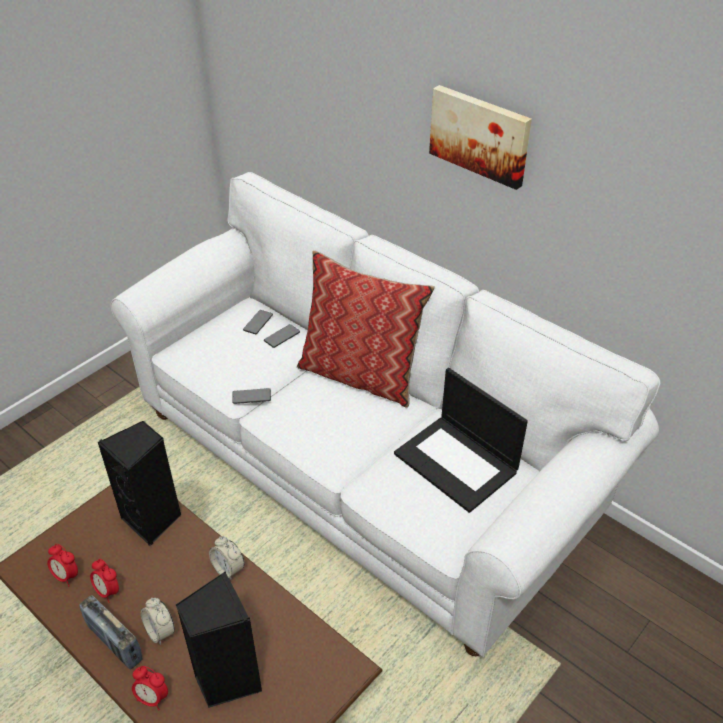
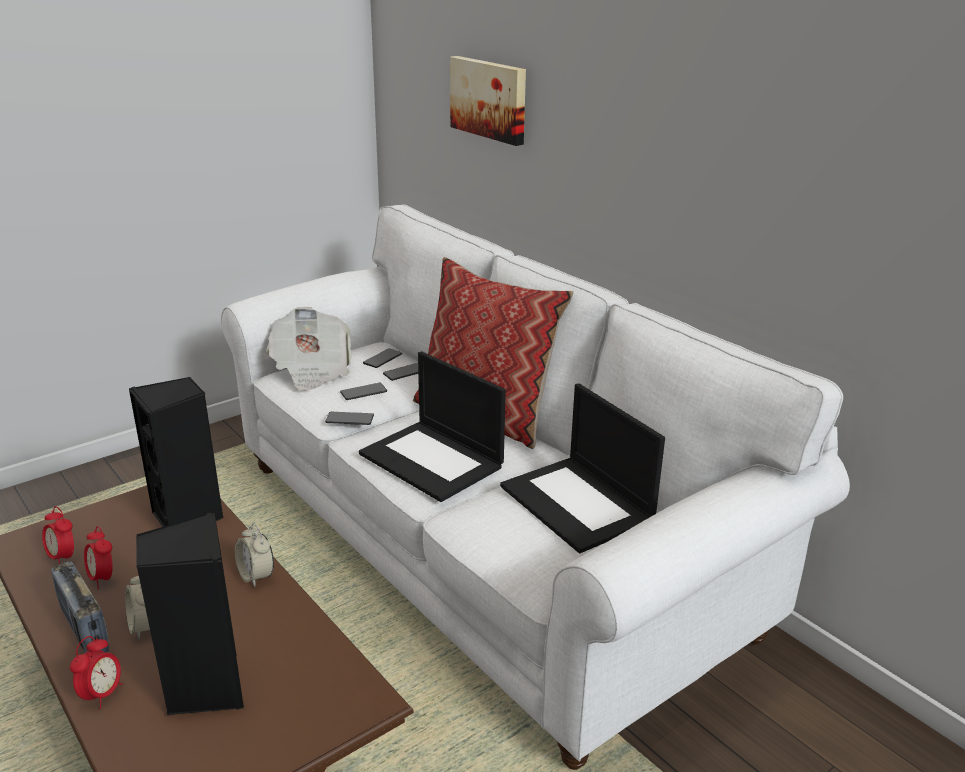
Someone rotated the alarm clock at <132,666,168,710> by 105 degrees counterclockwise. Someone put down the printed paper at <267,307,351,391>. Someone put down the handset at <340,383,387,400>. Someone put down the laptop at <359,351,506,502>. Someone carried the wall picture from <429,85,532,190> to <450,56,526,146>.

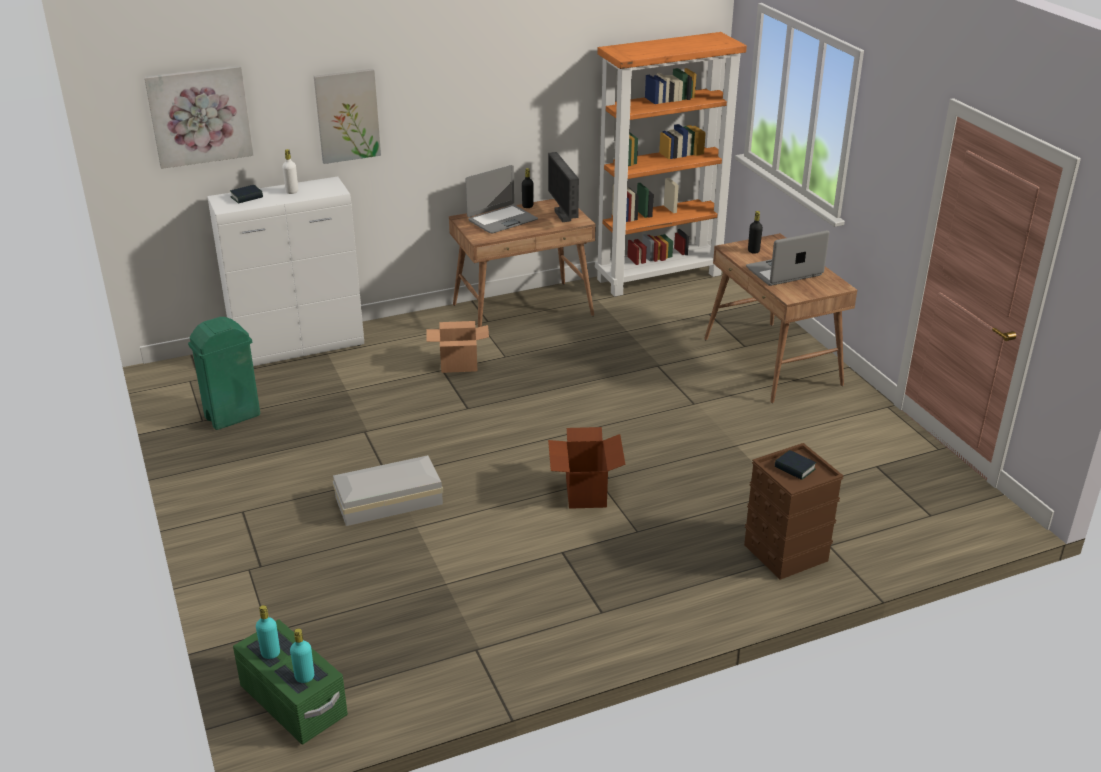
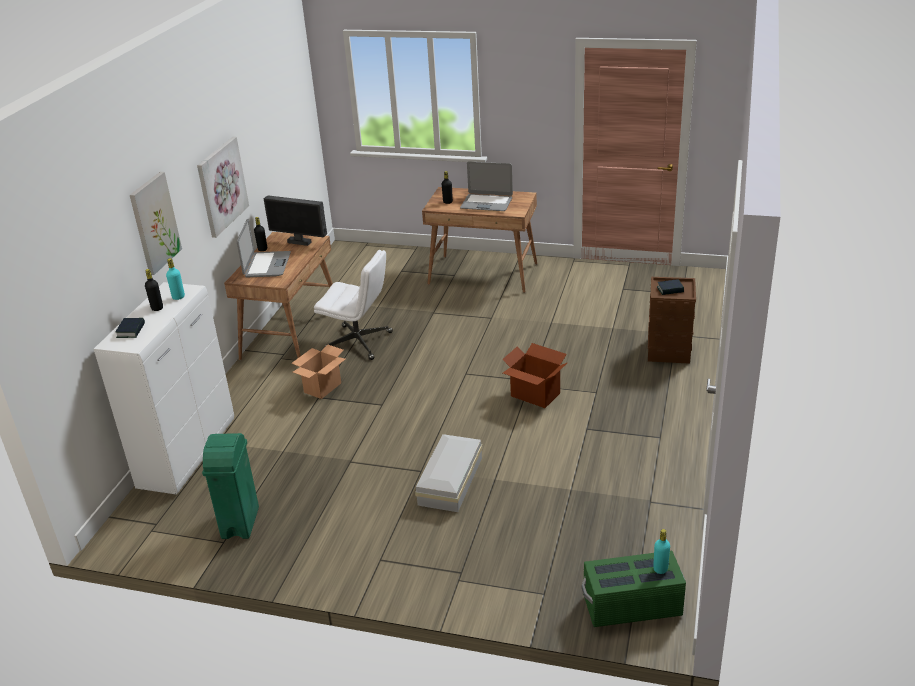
Someone repainted the beverage bottle (white) at <282,149,298,194>, which became the beverage bottle (black) at <145,269,163,311>. Someone carried the beverage bottle (turquoise) from <256,605,280,659> to <166,258,185,300>. Someone carried the wall picture from <144,66,254,169> to <197,137,249,238>. Someone put down the office chair (white) at <314,250,393,360>. Someone rotated the laptop at <746,230,829,286> by 90 degrees counterclockwise. Someone took away the bookshelf (orange) at <595,32,747,297>.

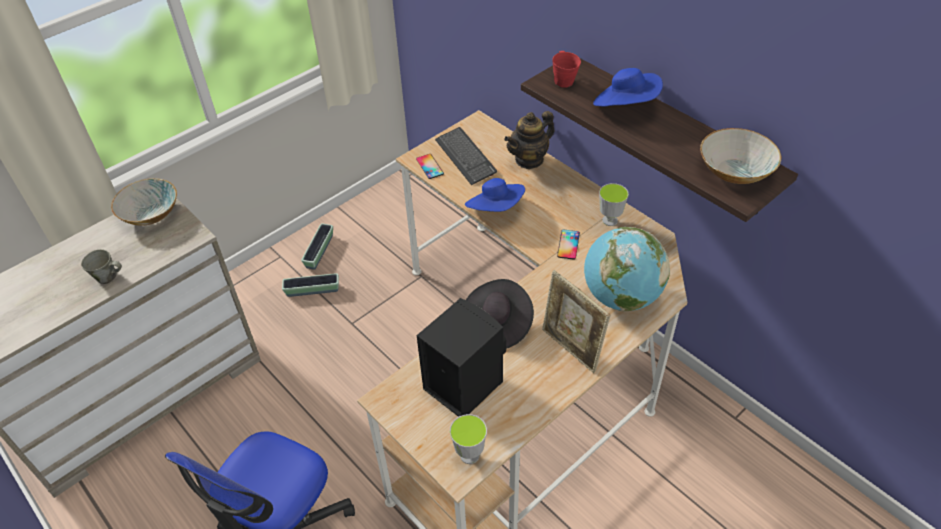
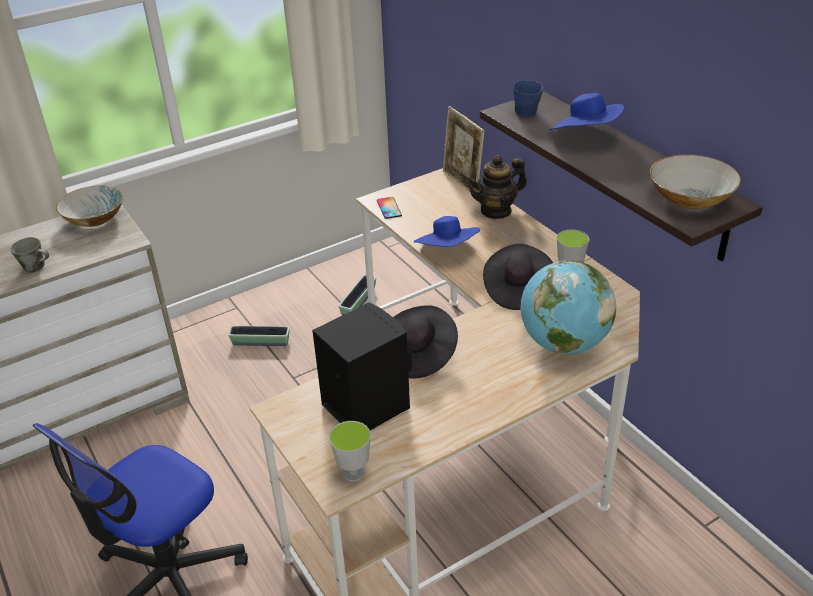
Someone carried the plant pot from <301,223,333,270> to <339,275,376,315>. Someone carried the photo frame from <542,270,610,373> to <443,106,485,192>. Someone swapped the handset at <557,229,580,260> for the hat (black) at <483,244,553,310>. Someone repainted the tea mug (red) at <552,51,581,88>, which became the tea mug (blue) at <513,80,543,117>. Someone took away the keyboard at <435,127,497,185>.

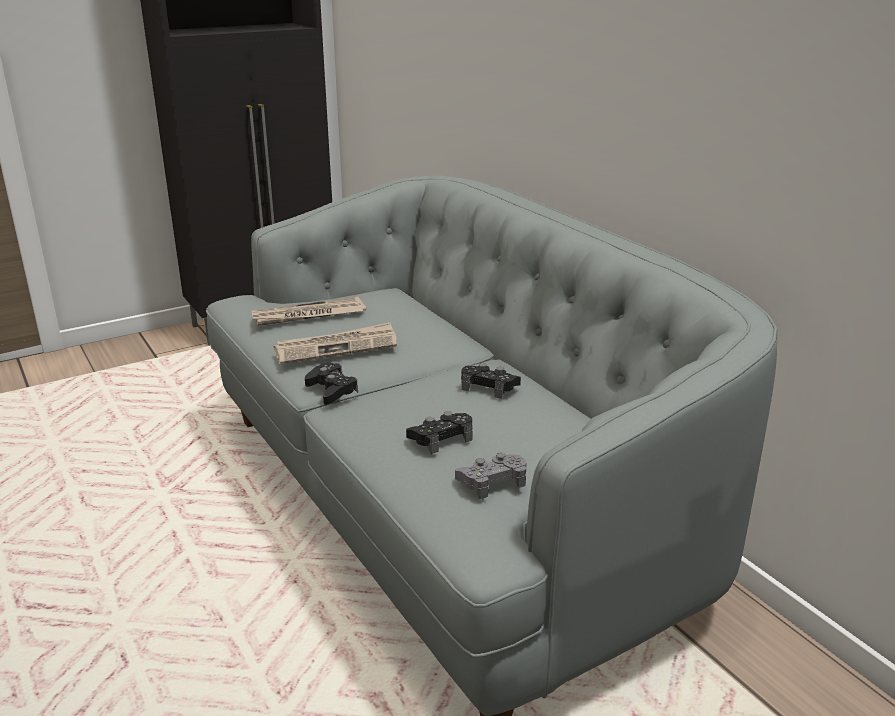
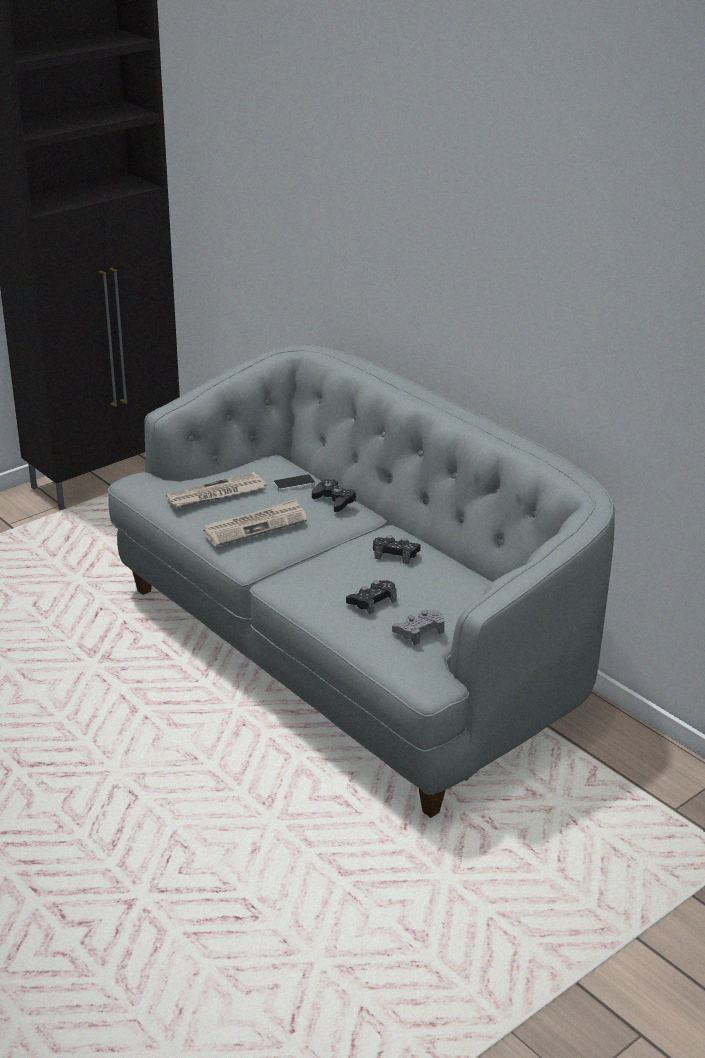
Someone put down the handset at <273,474,315,491>. Someone carried the game controller (black) from <305,363,358,405> to <312,479,356,512>.

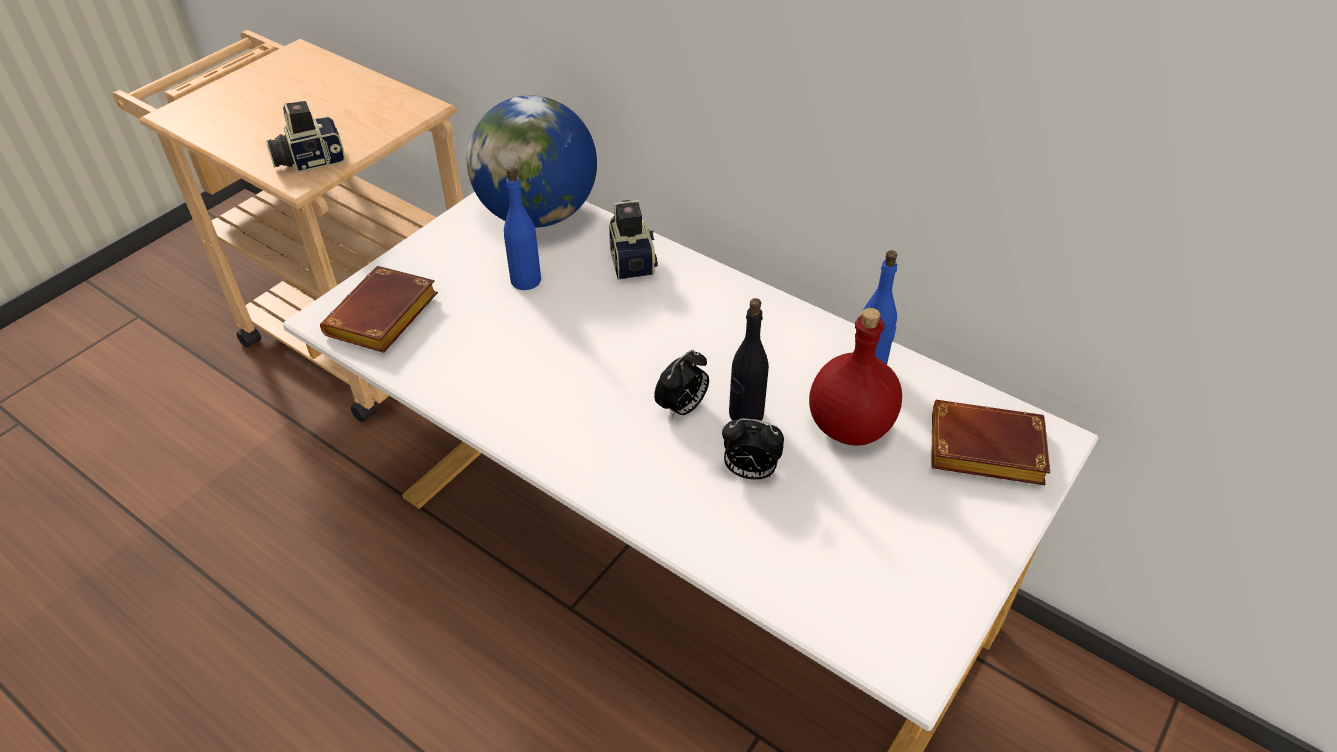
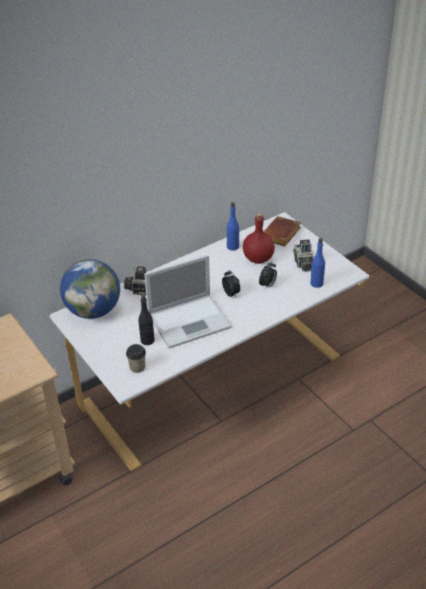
Someone swapped the book (brownish) at <320,266,438,353> for the cup at <126,344,146,373>. Someone carried the beverage bottle (black) from <729,298,769,423> to <138,294,155,345>. Someone put down the laptop at <144,255,232,348>. Someone carried the still camera from <265,101,345,172> to <293,240,313,272>. Someone carried the beverage bottle (blue) from <504,167,541,290> to <310,238,325,288>.

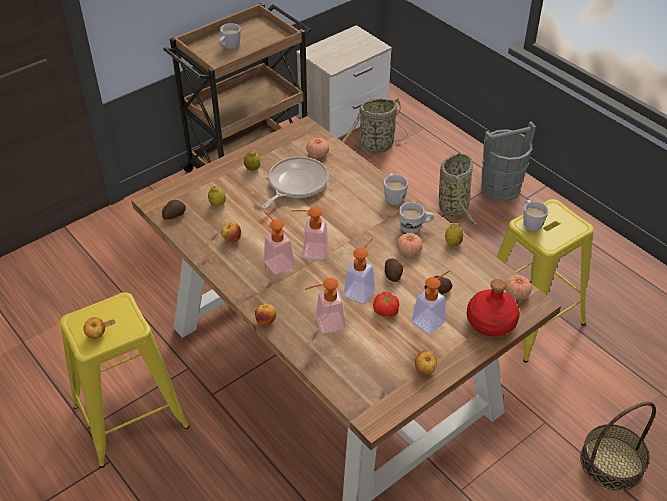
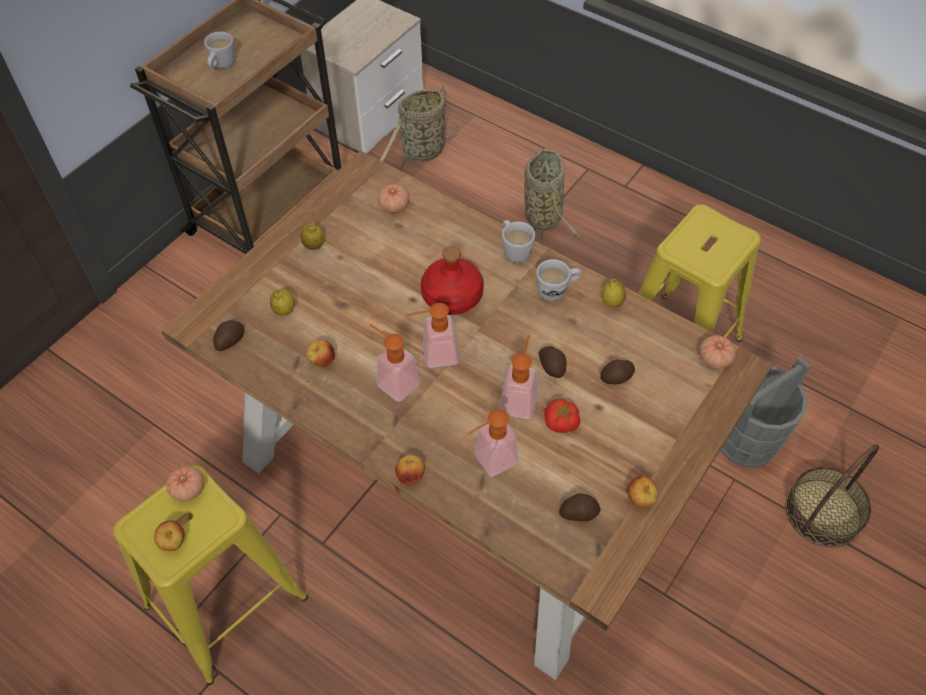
Someone carried the fresh tomato from <397,233,423,256> to <166,466,204,502>. Someone carried the beverage bottle (red) from <467,279,520,336> to <421,246,484,315>. Someone put down the potato at <559,493,601,521>. Someone carried the water bucket (grey) from <481,121,536,201> to <720,356,811,468>. Someone took away the frying pan at <262,156,329,209>. Someone took away the soap dispenser at <412,270,450,334>. Someone took away the tea mug (white) at <523,200,549,231>.

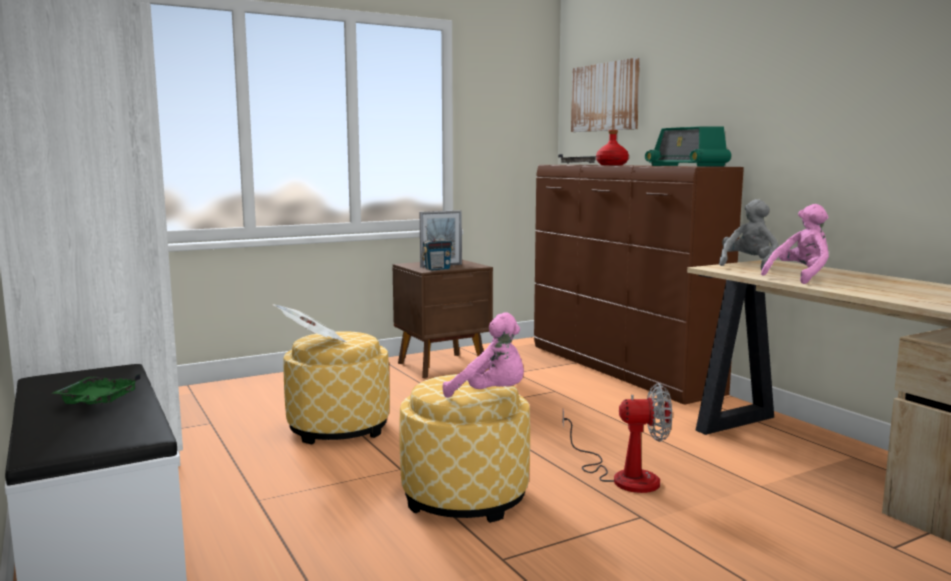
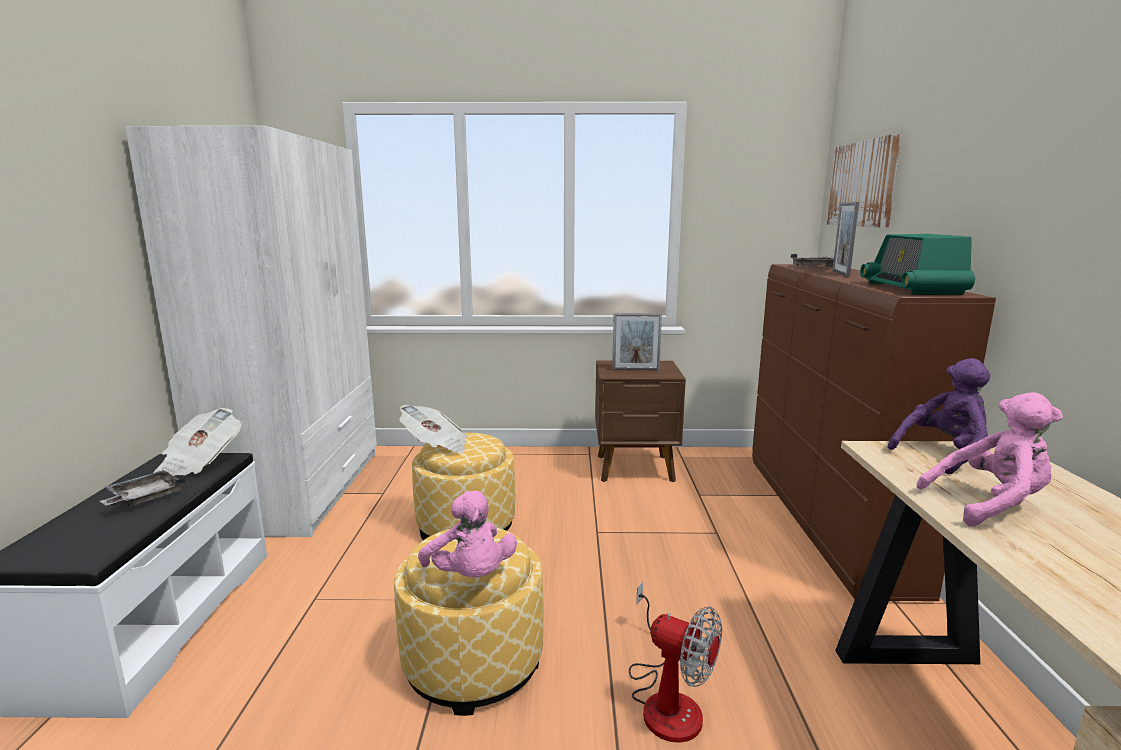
Someone repainted the serving tray (green) at <53,374,141,405>, which became the serving tray (grey) at <100,470,186,506>. Someone put down the printed paper at <154,408,241,476>. Someone swapped the beverage bottle (red) at <596,130,629,165> for the photo frame at <832,202,859,277>. Someone repainted the plush toy (grey) at <719,199,779,271>, which became the plush toy (purple) at <888,358,991,474>. Someone took away the radio at <421,226,453,271>.

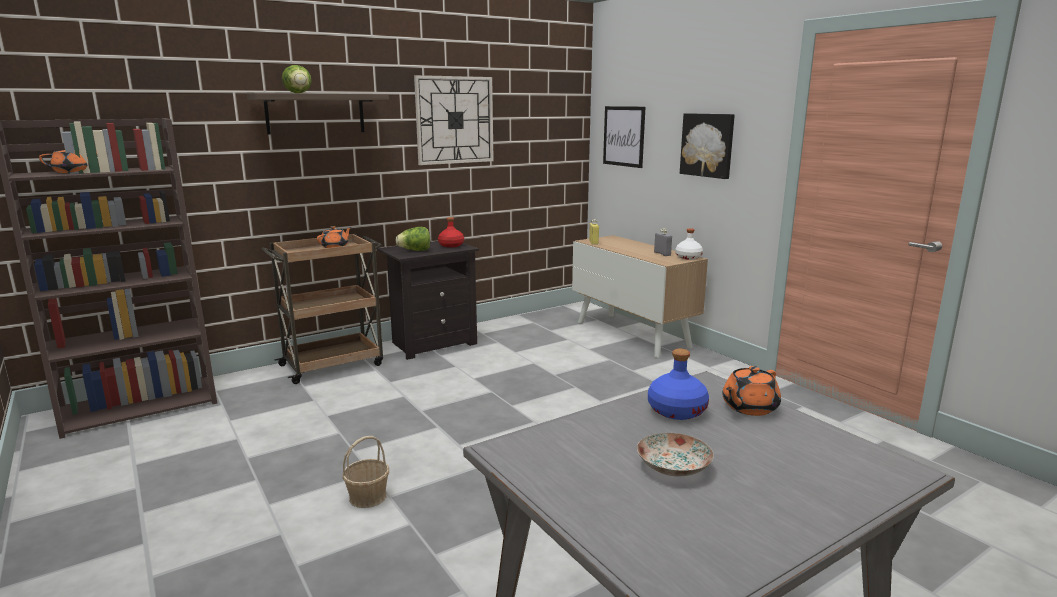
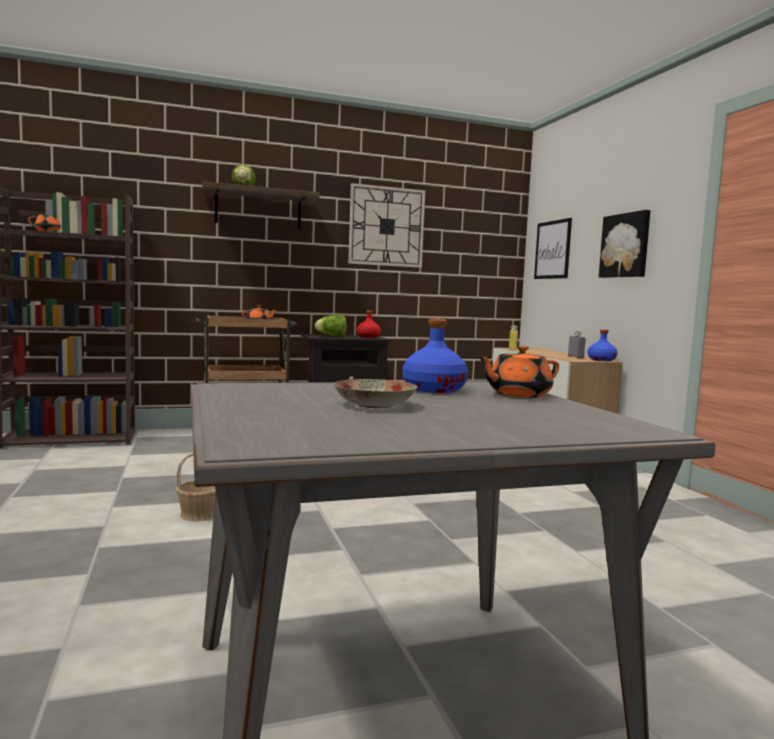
Someone repainted the beverage bottle (white) at <675,228,703,260>, which became the beverage bottle (blue) at <588,329,617,361>.

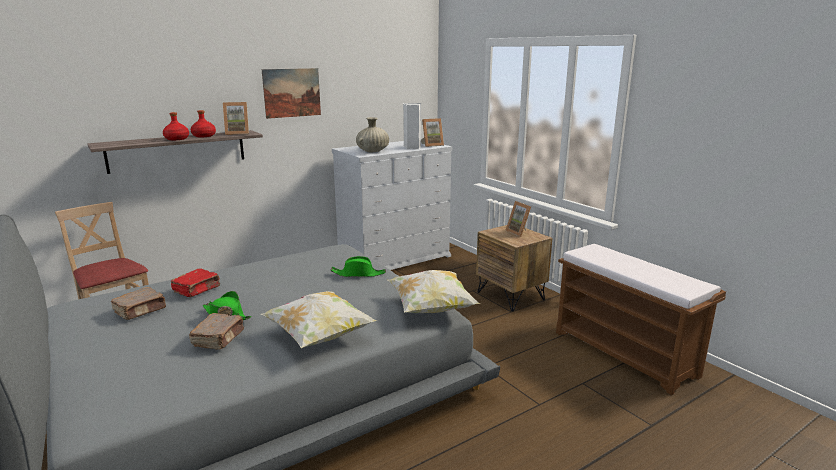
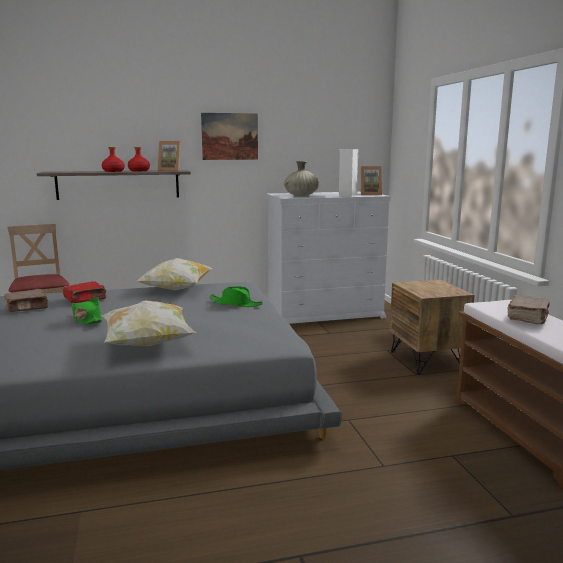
Someone carried the pillow from <388,270,480,313> to <137,258,213,290>. Someone carried the book (brownish) from <189,313,244,350> to <508,295,550,324>. Someone took away the photo frame at <506,201,531,237>.

